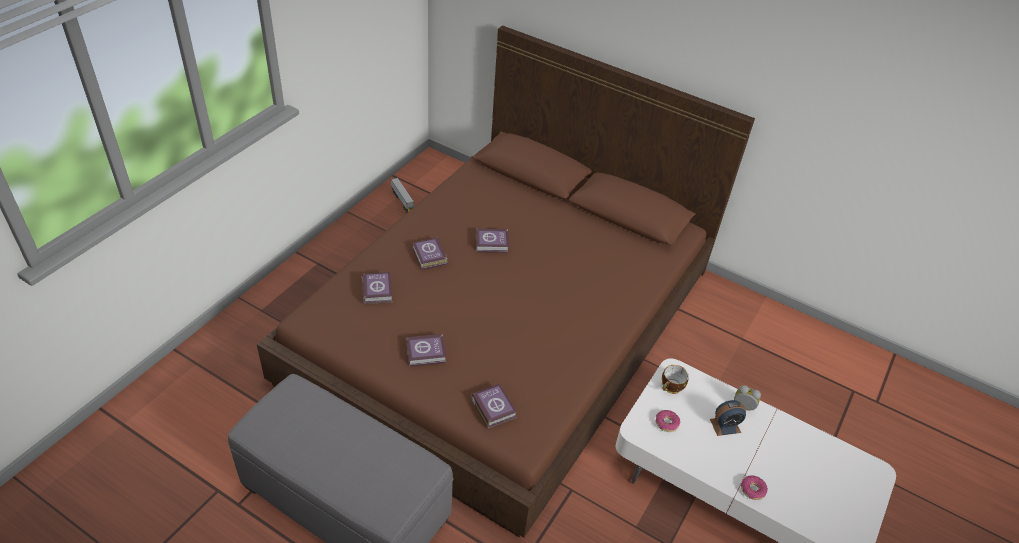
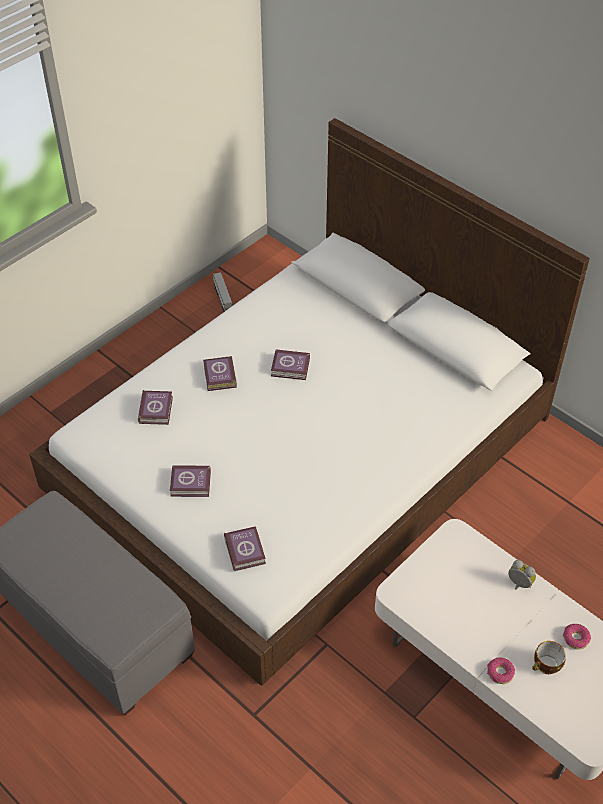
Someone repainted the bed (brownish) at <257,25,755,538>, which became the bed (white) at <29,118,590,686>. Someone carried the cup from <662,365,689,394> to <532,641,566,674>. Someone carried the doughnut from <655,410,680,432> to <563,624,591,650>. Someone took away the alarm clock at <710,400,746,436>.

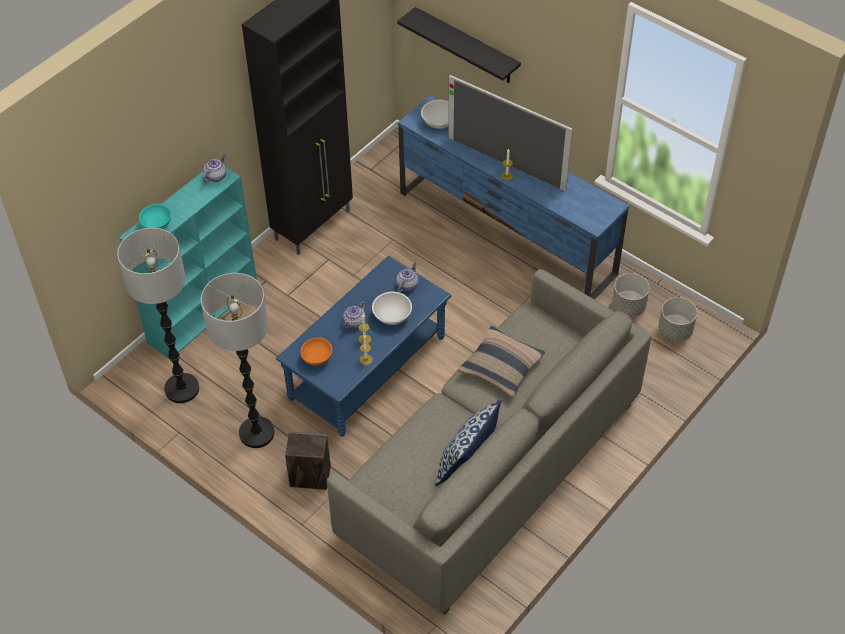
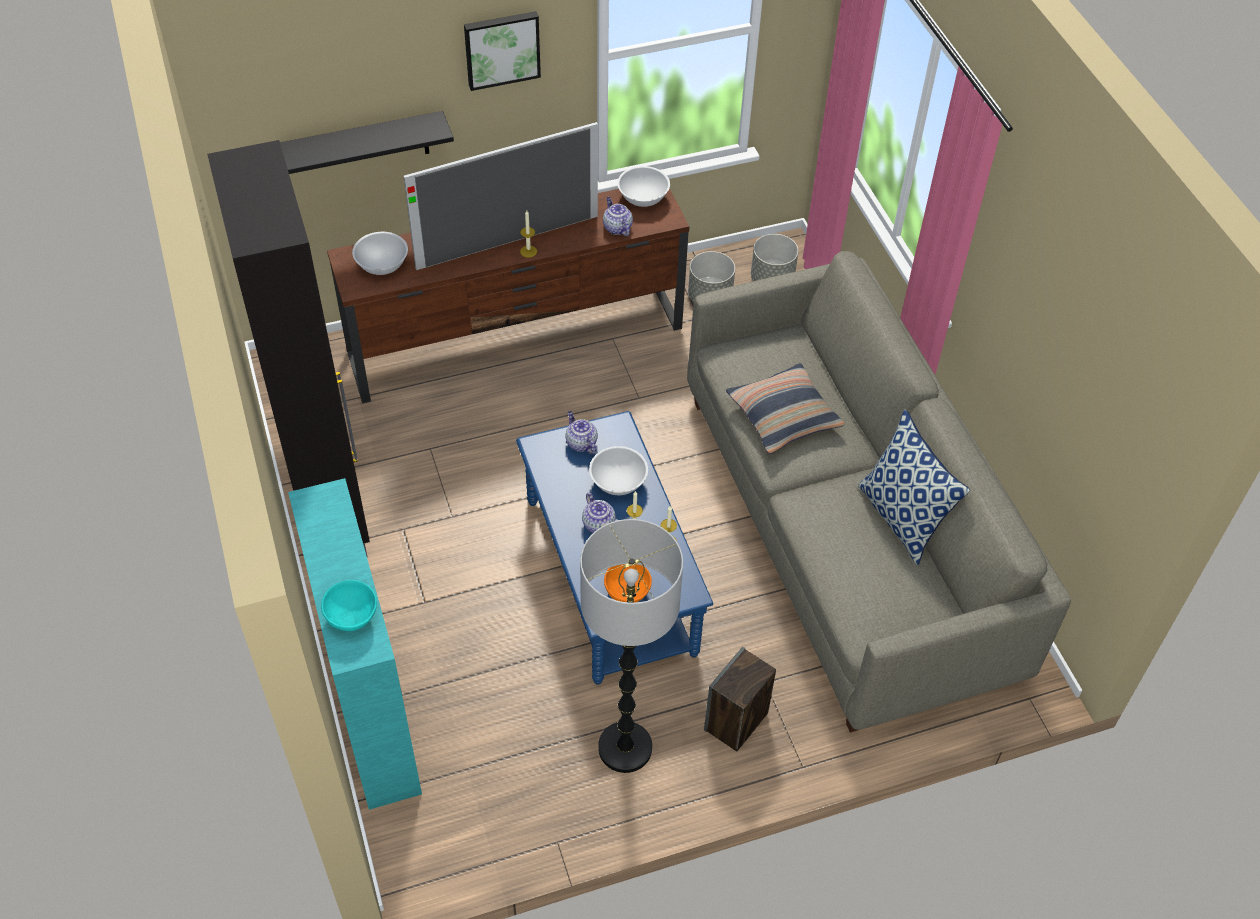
Someone repainted the tv stand (blue) at <398,95,629,300>, which became the tv stand (brownish) at <327,188,689,404>. Someone put up the wall picture at <464,11,541,91>. Someone carried the pot for tea from <202,154,226,183> to <603,197,633,236>. Someone put down the serving bowl (white) at <617,166,670,207>. Someone took away the floor lamp at <117,228,199,403>.

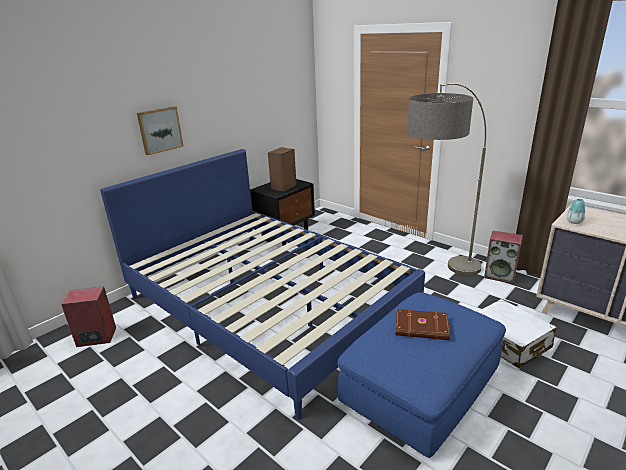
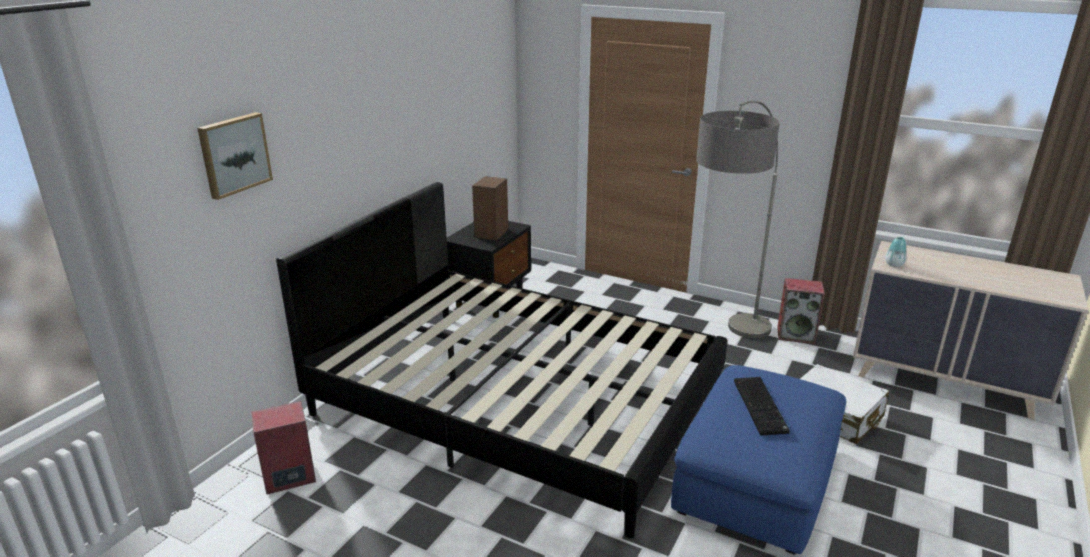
Someone carried the wall picture from <137,107,184,155> to <197,112,273,200>. Someone repainted the bed (blue) at <100,149,425,419>, which became the bed (black) at <276,182,728,538>. Someone swapped the book (brownish) at <395,309,450,340> for the keyboard at <734,377,790,436>.

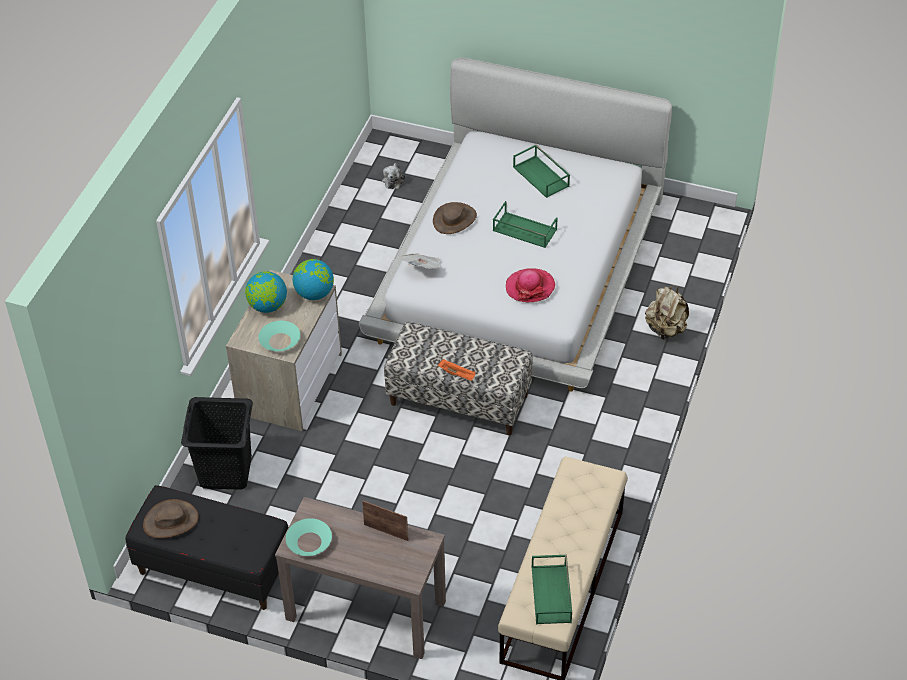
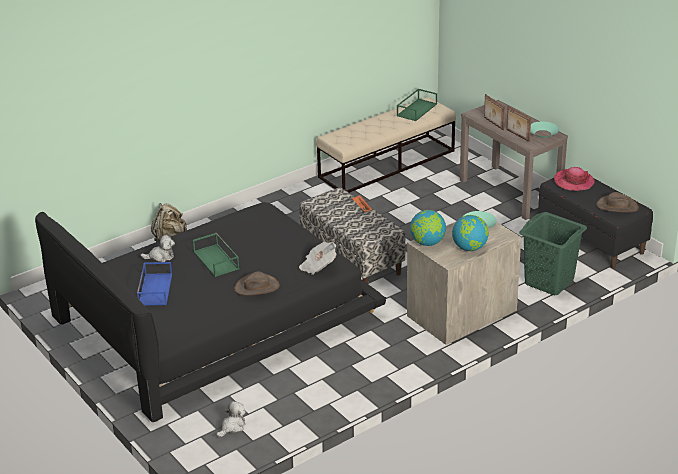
Someone repainted the bed (white) at <359,58,672,392>, which became the bed (black) at <35,202,386,422>. Someone repainted the serving tray (green) at <513,145,570,198>, which became the serving tray (blue) at <137,262,172,305>. Someone put down the plush toy at <141,235,175,262>. Someone put down the photo frame at <506,106,531,142>. Someone repainted the laundry basket (black) at <181,397,253,490>, which became the laundry basket (green) at <519,212,587,296>. Someone carried the hat from <506,268,555,302> to <554,167,595,191>.

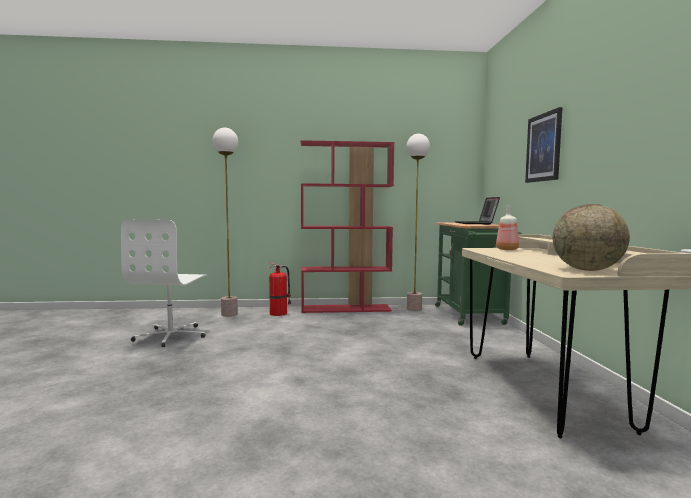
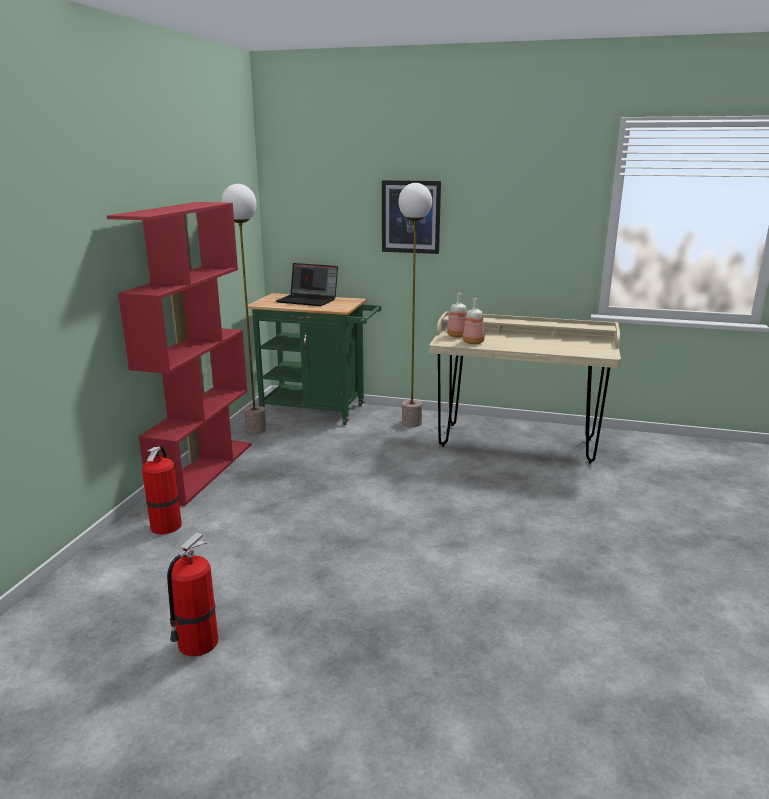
Someone swapped the office chair (white) at <121,220,207,347> for the fire extinguisher at <167,532,218,656>. Someone carried the floor lamp from <213,128,238,317> to <398,183,432,427>. Someone put down the beverage bottle at <463,298,485,344>. Someone took away the globe at <553,204,630,271>.

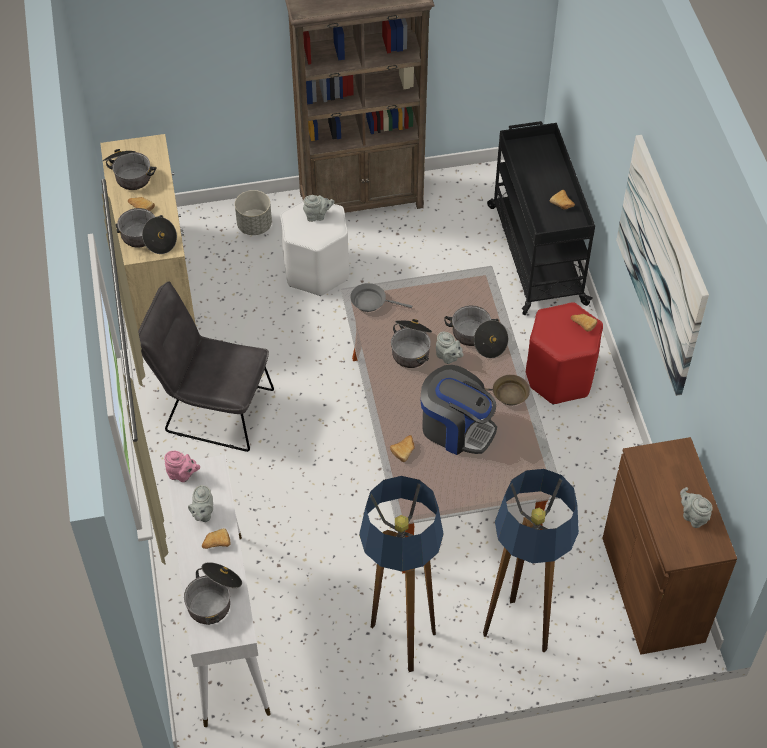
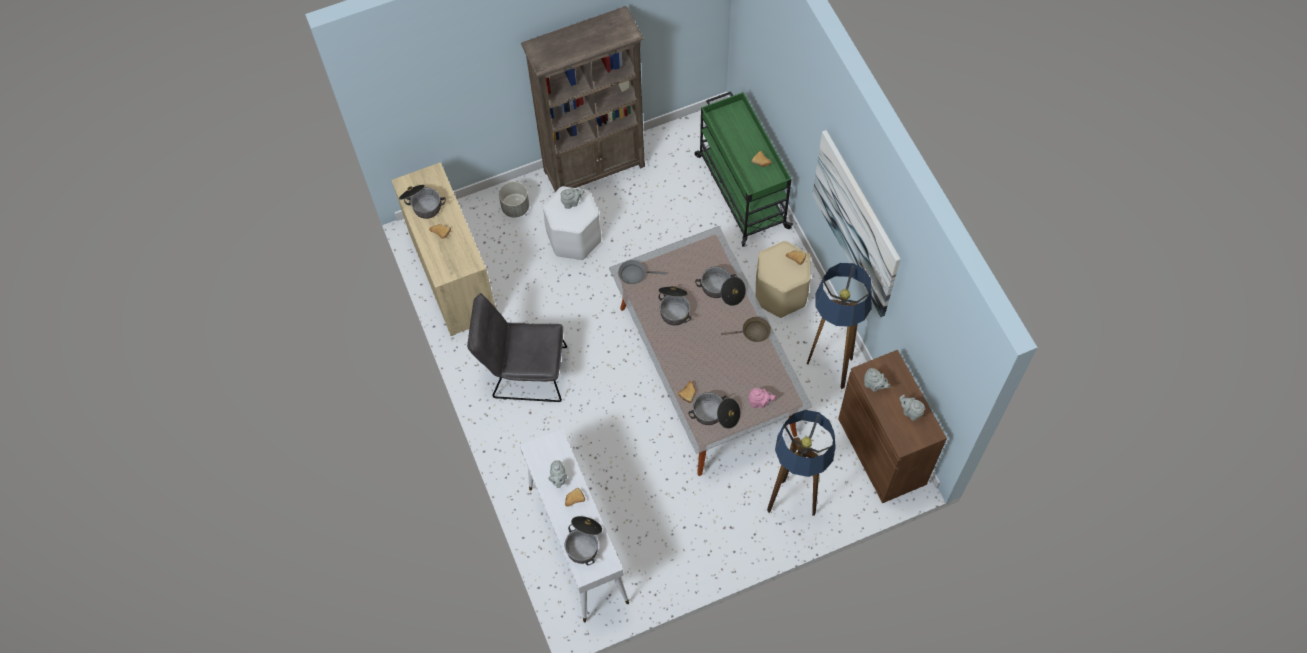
Someone carried the stockpot from <116,208,177,254> to <688,392,741,429>. Someone repainted the cart (black) at <487,121,595,315>, which became the cart (green) at <694,91,793,247>. Someone carried the pot for tea (pinkish) from <164,451,200,482> to <748,388,776,408>. Someone repainted the sitting stool (red) at <526,302,603,405>, which became the sitting stool (beige-coloured) at <756,241,811,318>. Someone carried the floor lamp from <359,476,444,672> to <807,263,872,389>. Someone carried the pot for tea (grey) from <436,332,464,364> to <864,368,890,392>. Someone took away the coffee machine at <421,365,497,455>.

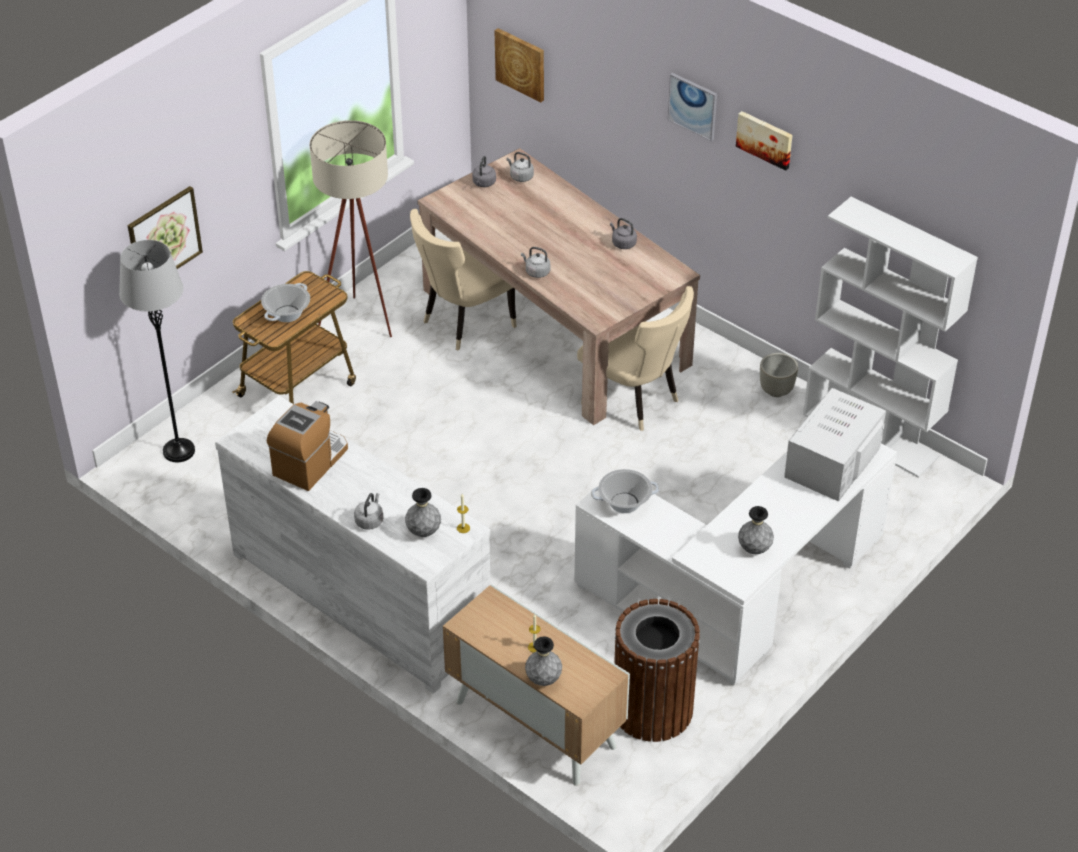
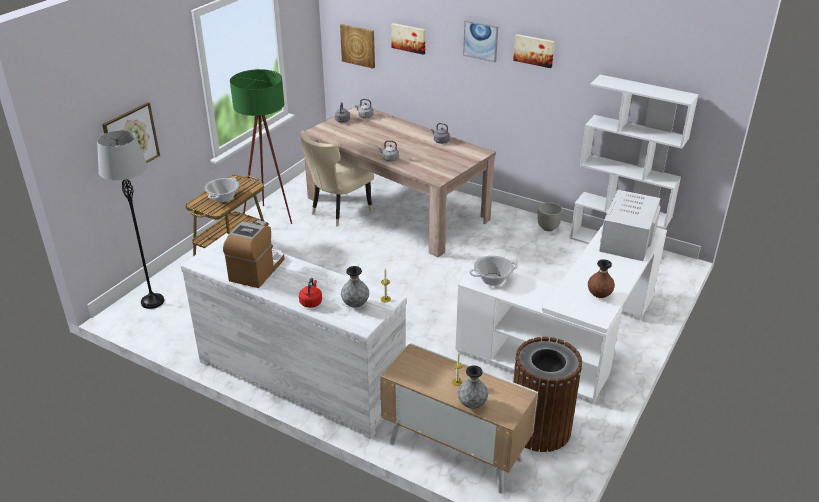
Someone repainted the floor lamp (beige-coloured) at <309,120,392,337>, which became the floor lamp (green) at <230,69,292,224>. Someone repainted the water kettle (grey) at <354,493,383,530>, which became the water kettle (red) at <299,278,322,308>. Someone put up the wall picture at <391,23,426,55>. Someone repainted the decorative vase (grey) at <738,506,774,554>, which became the decorative vase (brownish) at <588,259,615,298>. Someone took away the chair (beige-coloured) at <577,286,694,431>.

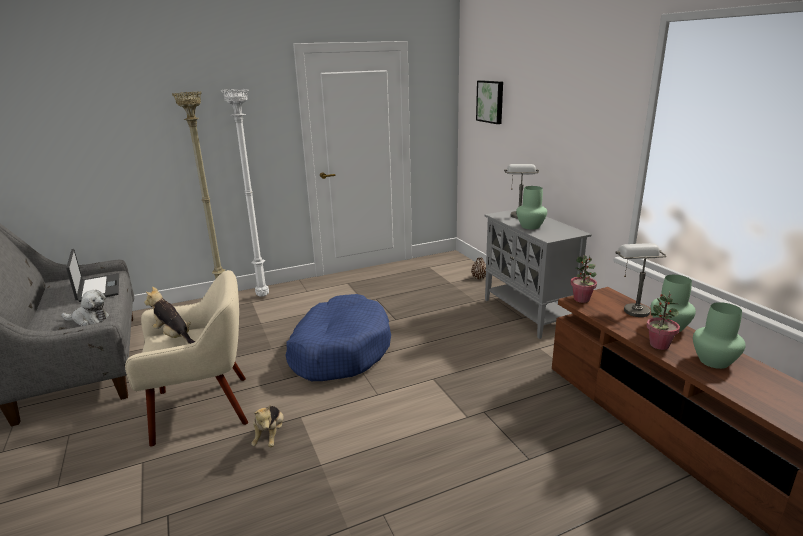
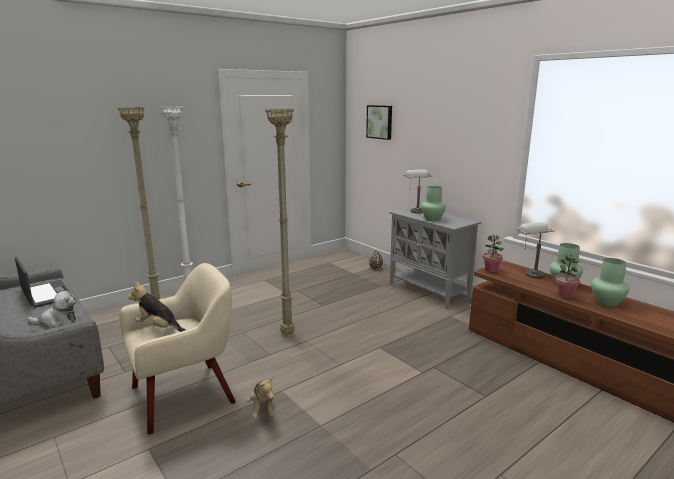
Someone swapped the dog bed (blue) at <285,294,391,381> for the floor lamp (beige-coloured) at <265,108,295,334>.

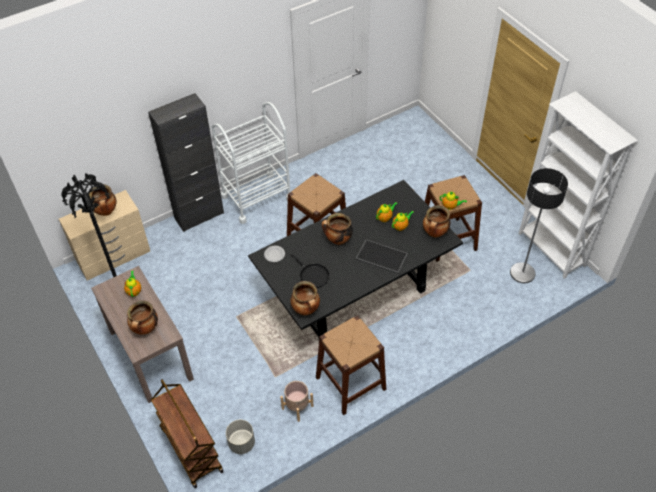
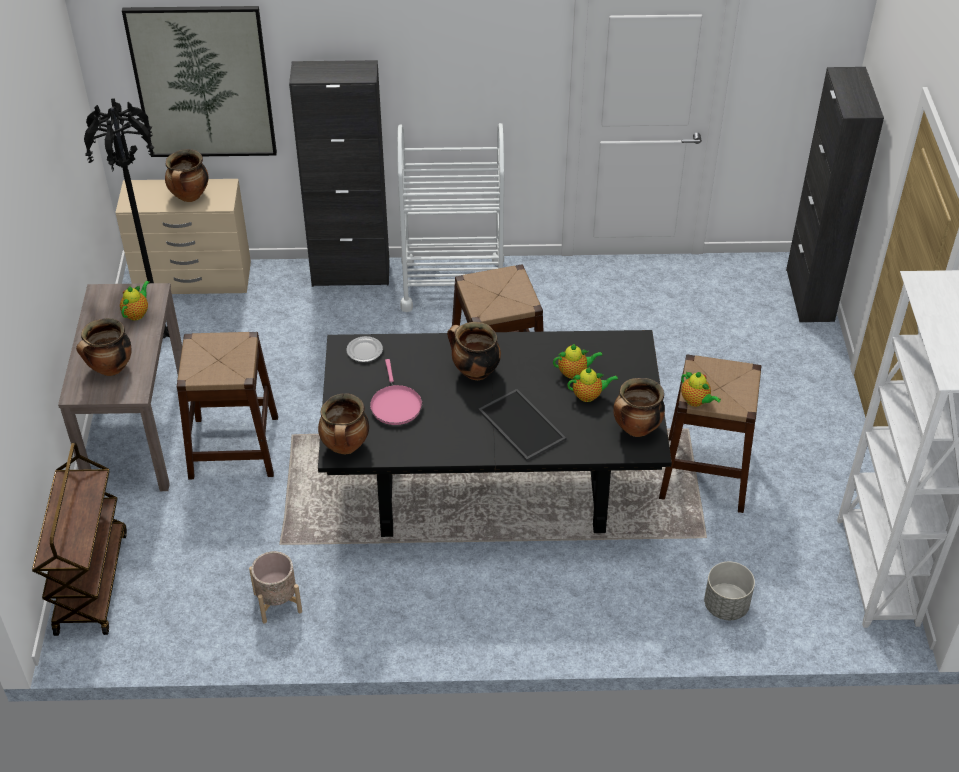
Someone put up the wall picture at <122,6,277,157>. Someone carried the sitting stool (brownish) from <316,315,386,415> to <177,332,278,479>. Someone repainted the frying pan (black) at <290,253,330,288>, which became the frying pan (pinkish) at <370,359,422,425>. Someone carried the plant pot (grey) from <226,420,255,454> to <704,561,755,620>. Someone put down the storage cabinet (black) at <786,67,884,322>. Someone took away the floor lamp at <510,168,568,283>.

